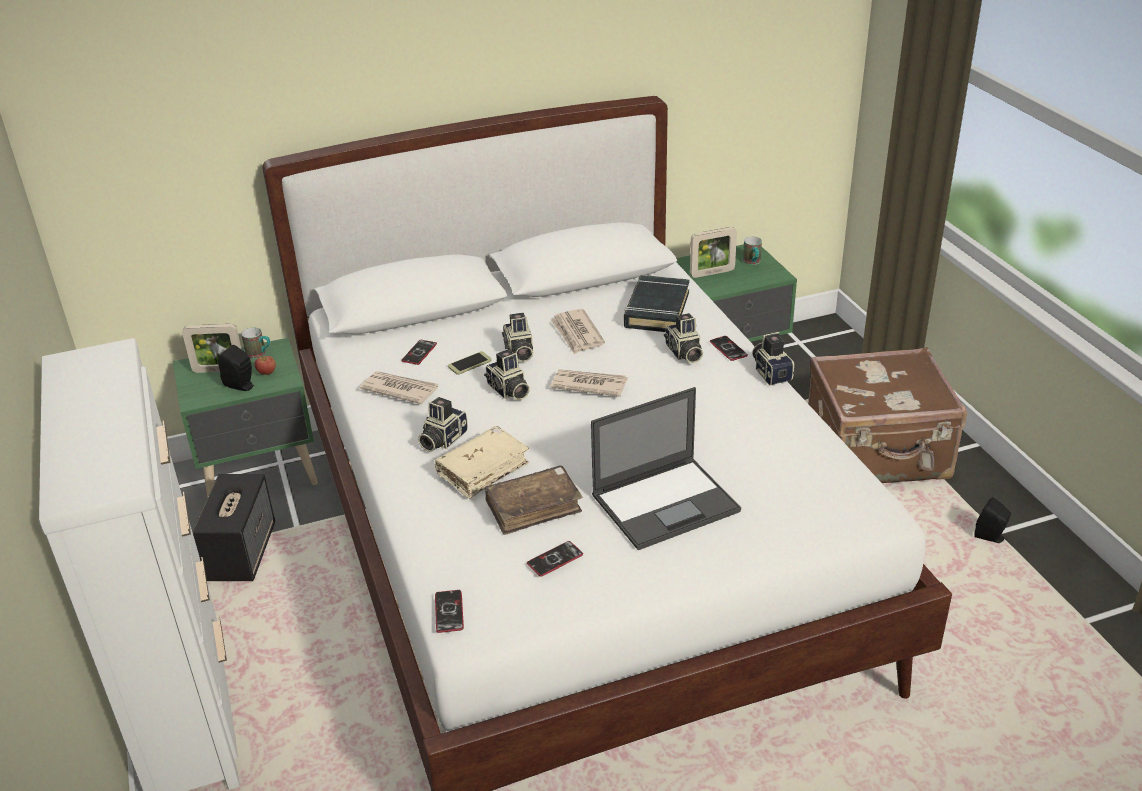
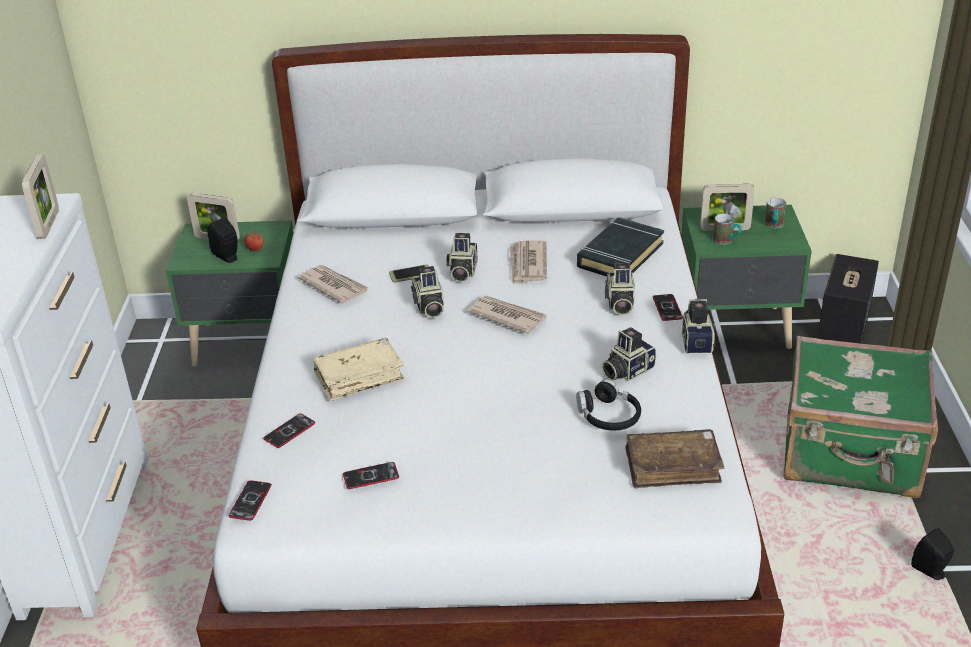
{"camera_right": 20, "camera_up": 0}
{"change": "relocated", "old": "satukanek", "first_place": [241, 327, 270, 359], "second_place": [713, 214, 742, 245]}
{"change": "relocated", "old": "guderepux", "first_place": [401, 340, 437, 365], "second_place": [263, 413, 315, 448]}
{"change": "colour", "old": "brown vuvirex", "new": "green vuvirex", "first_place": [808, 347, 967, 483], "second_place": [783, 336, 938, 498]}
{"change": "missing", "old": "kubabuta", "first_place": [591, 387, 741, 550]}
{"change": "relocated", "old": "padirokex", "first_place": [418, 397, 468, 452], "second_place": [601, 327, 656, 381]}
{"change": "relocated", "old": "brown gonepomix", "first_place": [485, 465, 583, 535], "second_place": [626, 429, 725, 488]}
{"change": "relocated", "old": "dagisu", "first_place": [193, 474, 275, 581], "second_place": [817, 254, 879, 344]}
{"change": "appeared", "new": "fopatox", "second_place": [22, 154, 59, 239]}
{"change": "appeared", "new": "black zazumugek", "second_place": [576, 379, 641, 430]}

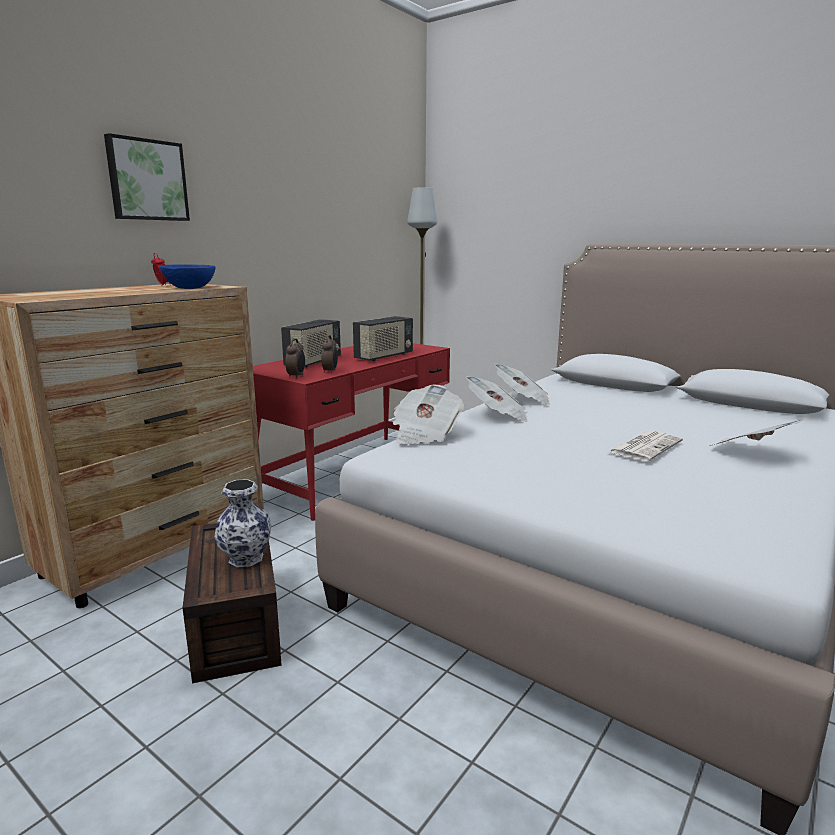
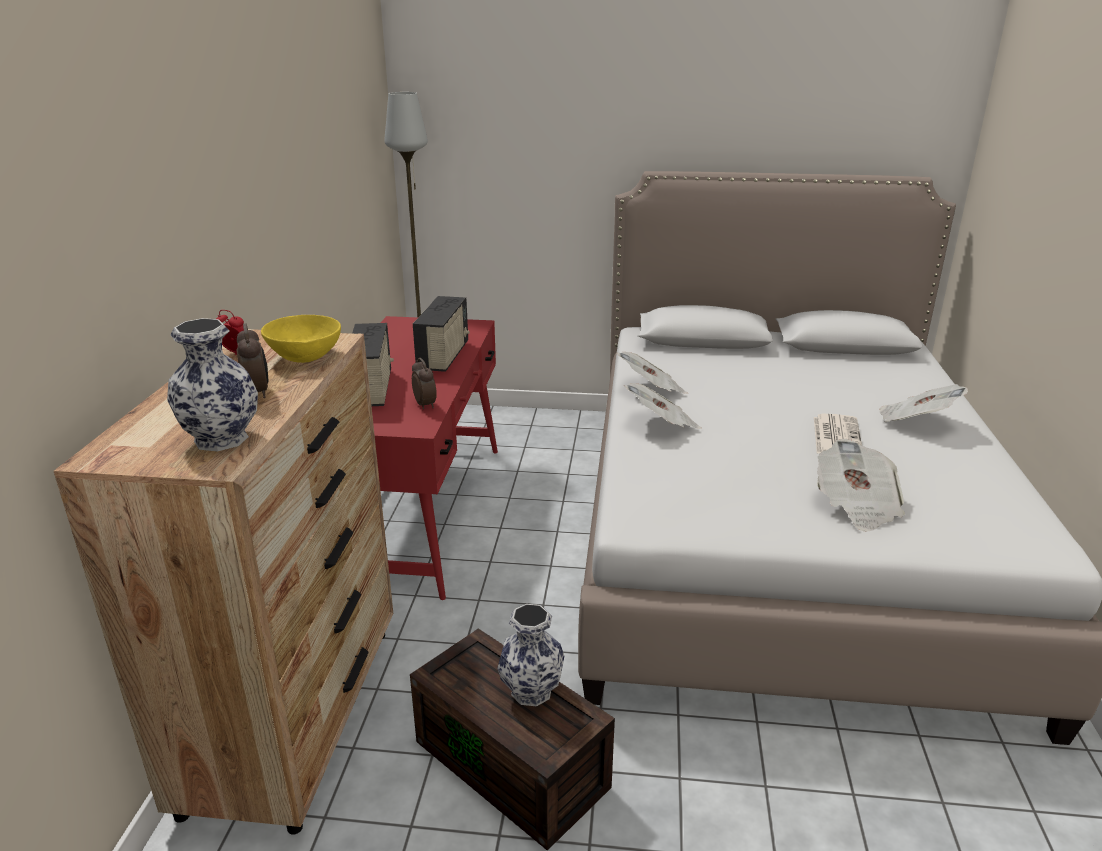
{"camera_right": -30, "camera_up": 10}
{"change": "missing", "old": "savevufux", "first_place": [104, 133, 190, 221]}
{"change": "colour", "old": "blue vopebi", "new": "yellow vopebi", "first_place": [159, 264, 215, 289], "second_place": [261, 315, 341, 363]}
{"change": "relocated", "old": "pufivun", "first_place": [285, 339, 305, 378], "second_place": [236, 324, 269, 398]}
{"change": "relocated", "old": "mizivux", "first_place": [393, 384, 464, 445], "second_place": [817, 439, 905, 532]}
{"change": "appeared", "new": "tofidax", "second_place": [167, 318, 258, 451]}

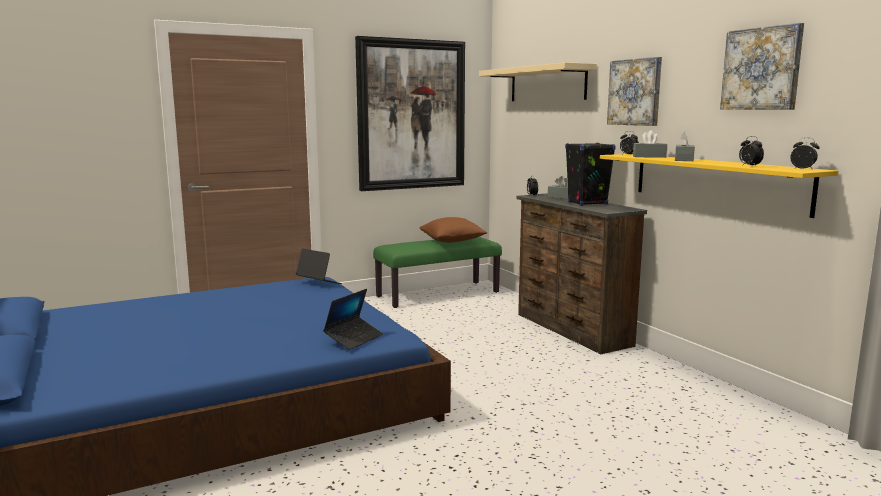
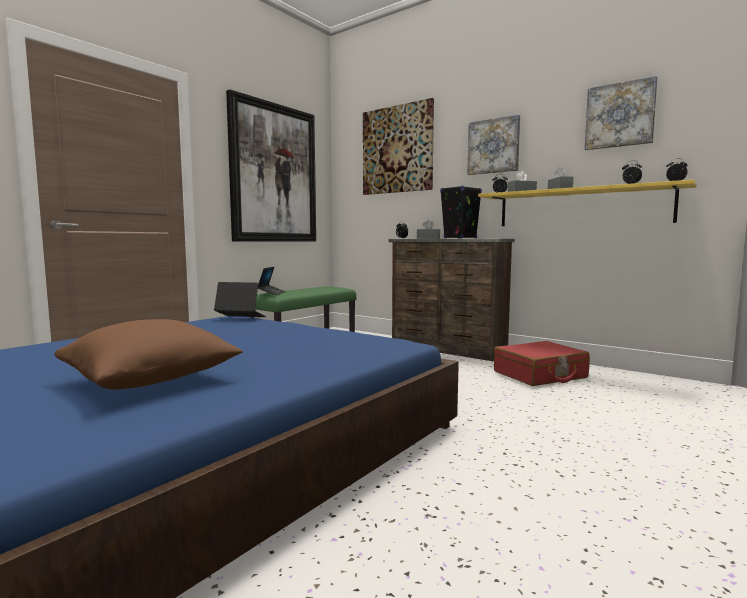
{"camera_right": -25, "camera_up": -5}
{"change": "exchanged", "old": "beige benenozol", "new": "savevufux", "first_place": [479, 62, 597, 101], "second_place": [363, 98, 434, 195]}
{"change": "relocated", "old": "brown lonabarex", "first_place": [419, 217, 487, 243], "second_place": [54, 319, 243, 390]}
{"change": "relocated", "old": "kubabuta", "first_place": [323, 289, 383, 350], "second_place": [258, 267, 286, 295]}
{"change": "appeared", "new": "red vuvirex", "second_place": [494, 341, 590, 386]}

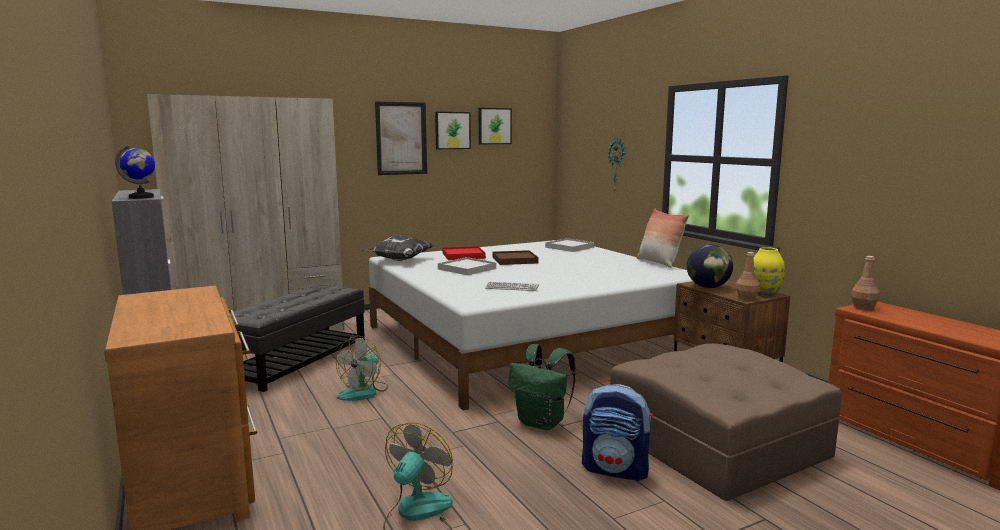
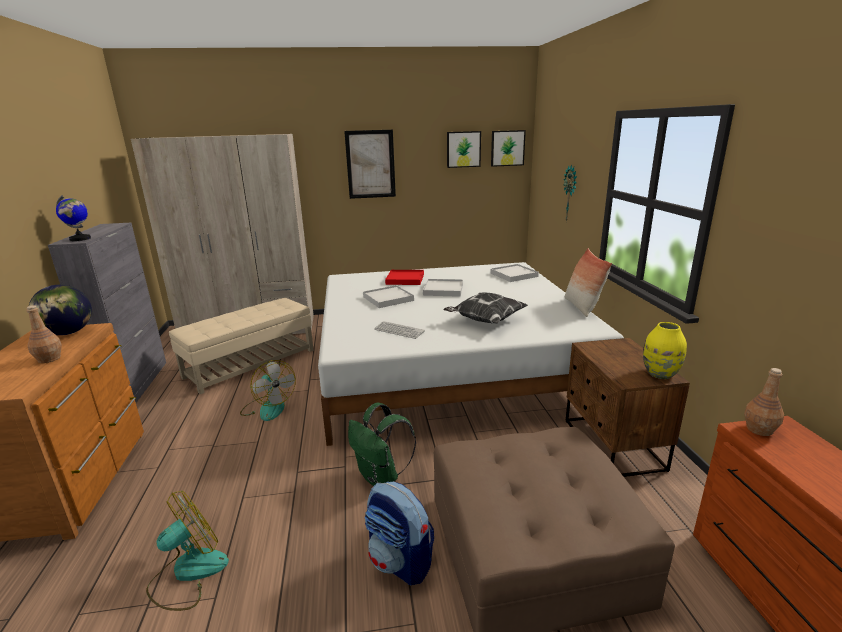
{"camera_right": 20, "camera_up": 10}
{"change": "relocated", "old": "savevufux", "first_place": [435, 112, 471, 149], "second_place": [491, 130, 526, 167]}
{"change": "relocated", "old": "lonabarex", "first_place": [361, 235, 435, 261], "second_place": [443, 292, 528, 324]}
{"change": "relocated", "old": "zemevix", "first_place": [687, 244, 733, 288], "second_place": [29, 285, 92, 335]}
{"change": "colour", "old": "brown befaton", "new": "white befaton", "first_place": [493, 250, 539, 265], "second_place": [423, 279, 463, 297]}
{"change": "relocated", "old": "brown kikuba", "first_place": [736, 252, 760, 301], "second_place": [26, 305, 62, 363]}
{"change": "colour", "old": "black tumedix", "new": "beige tumedix", "first_place": [230, 285, 365, 392], "second_place": [169, 298, 314, 394]}
{"change": "spun", "old": "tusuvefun", "first_place": [336, 336, 388, 401], "second_place": [240, 360, 296, 421], "degrees": -90}

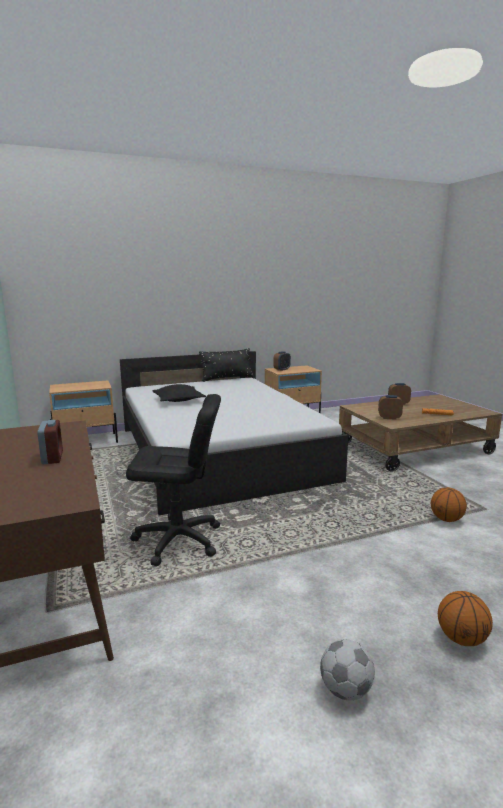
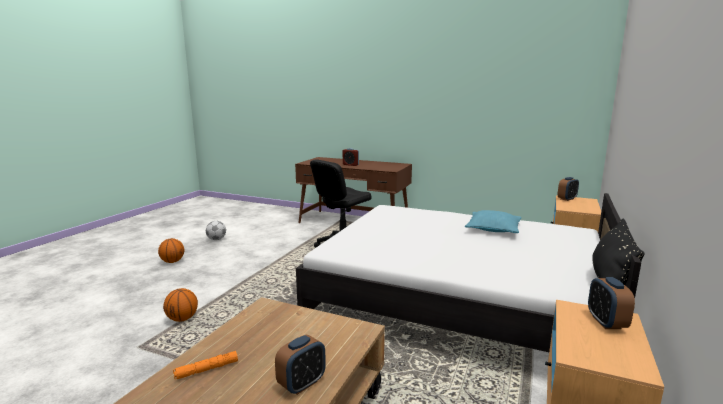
{"camera_right": 135, "camera_up": 0}
{"change": "colour", "old": "black lonabarex", "new": "turquoise lonabarex", "first_place": [152, 384, 206, 402], "second_place": [465, 210, 522, 233]}
{"change": "relocated", "old": "pufivun", "first_place": [378, 395, 403, 420], "second_place": [558, 177, 579, 201]}

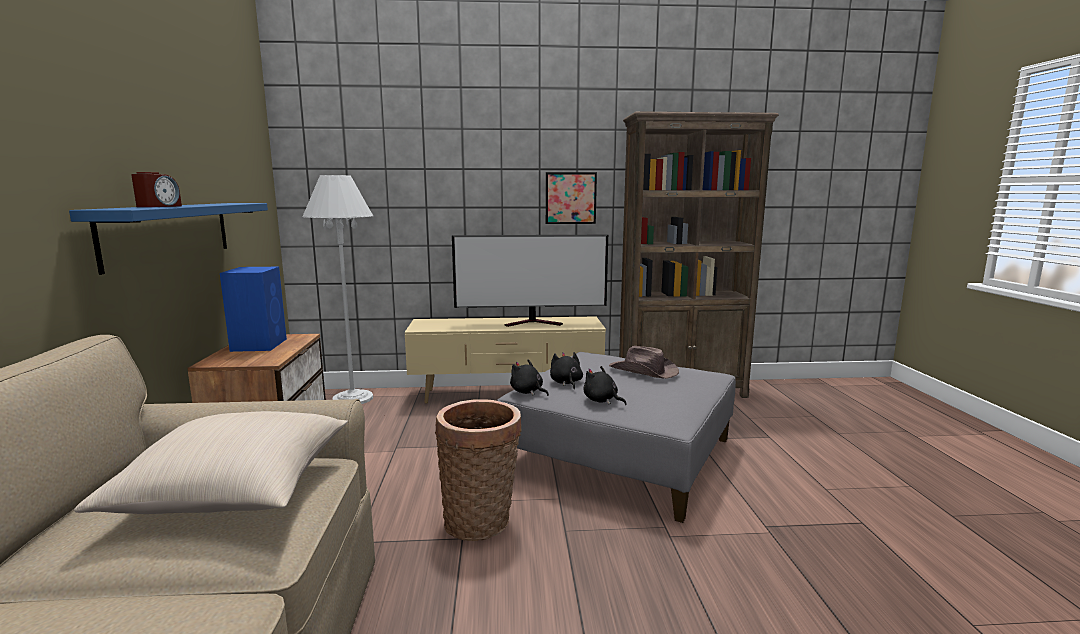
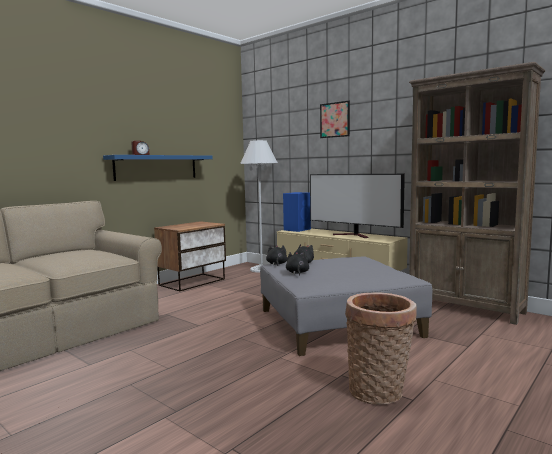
{"camera_right": 45, "camera_up": -5}
{"change": "relocated", "old": "savevufux", "first_place": [546, 172, 597, 224], "second_place": [320, 101, 350, 138]}
{"change": "relocated", "old": "blue dagisu", "first_place": [220, 267, 287, 352], "second_place": [283, 192, 311, 232]}
{"change": "missing", "old": "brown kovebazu", "first_place": [609, 346, 679, 379]}
{"change": "relocated", "old": "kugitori", "first_place": [435, 399, 521, 541], "second_place": [345, 293, 417, 405]}
{"change": "missing", "old": "beige lonabarex", "first_place": [74, 411, 348, 514]}

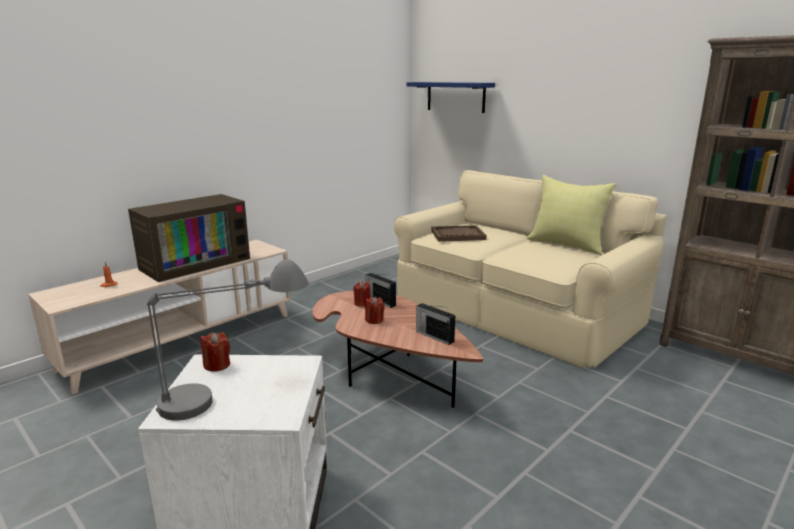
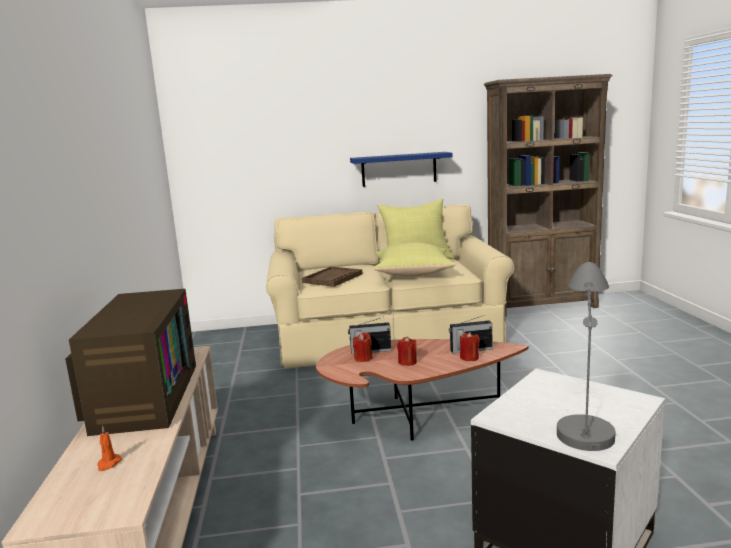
{"camera_right": -50, "camera_up": -5}
{"change": "relocated", "old": "blue benenozol", "first_place": [406, 82, 495, 113], "second_place": [350, 152, 452, 187]}
{"change": "relocated", "old": "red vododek", "first_place": [201, 332, 230, 372], "second_place": [460, 332, 480, 361]}
{"change": "appeared", "new": "yellow lonabarex", "second_place": [374, 242, 456, 277]}

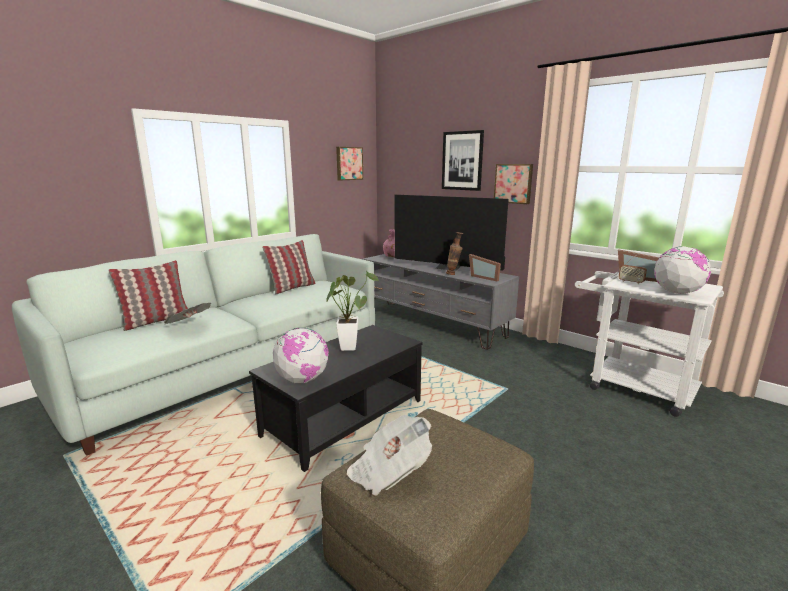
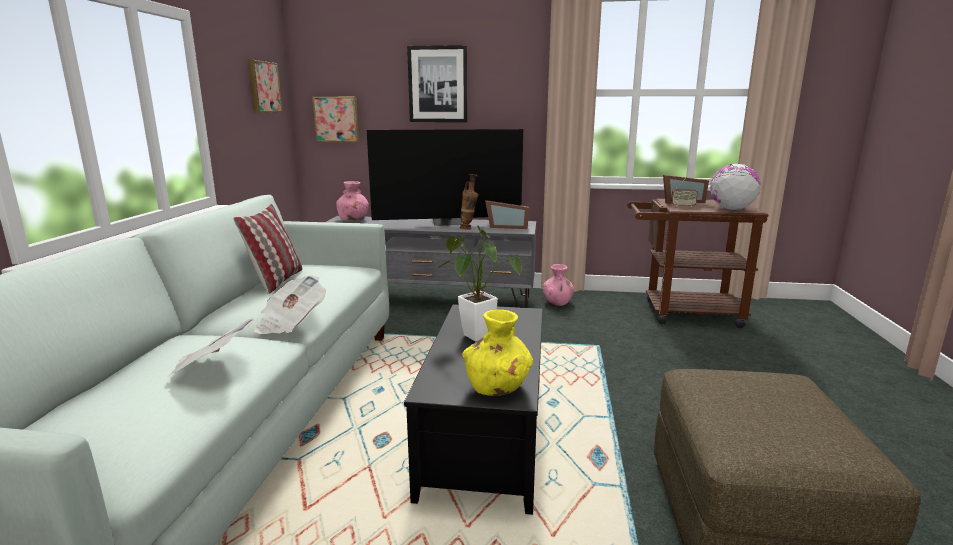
{"camera_right": -35, "camera_up": 0}
{"change": "relocated", "old": "savevufux", "first_place": [494, 164, 533, 204], "second_place": [312, 97, 359, 142]}
{"change": "missing", "old": "lonabarex", "first_place": [108, 260, 188, 331]}
{"change": "colour", "old": "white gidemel", "new": "brown gidemel", "first_place": [575, 271, 724, 417], "second_place": [627, 199, 768, 328]}
{"change": "exchanged", "old": "zemevix", "new": "yellow tofidax", "first_place": [273, 328, 329, 383], "second_place": [462, 310, 533, 396]}
{"change": "relocated", "old": "mizivux", "first_place": [347, 415, 432, 496], "second_place": [254, 276, 326, 334]}
{"change": "appeared", "new": "pink tofidax", "second_place": [543, 264, 574, 306]}

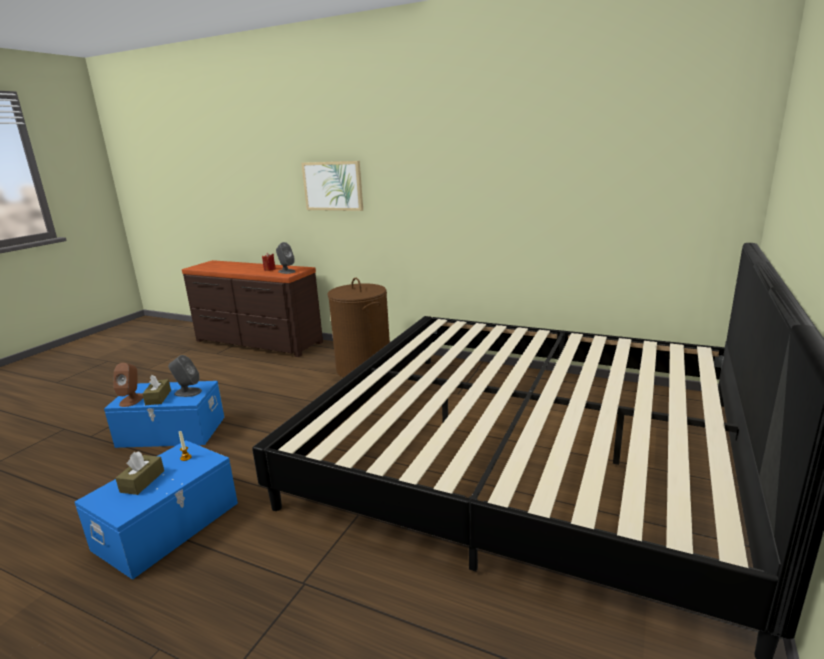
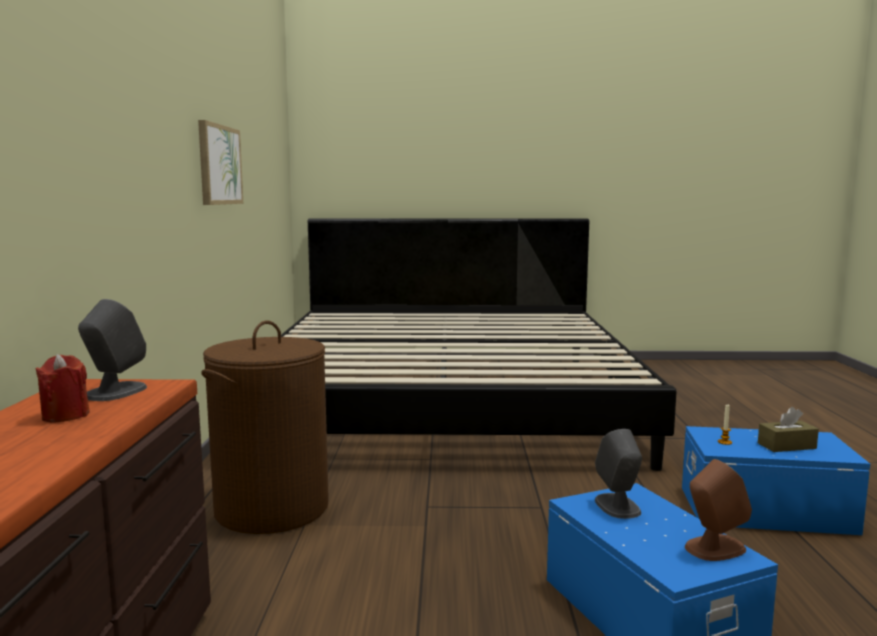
{"camera_right": -115, "camera_up": -10}
{"change": "relocated", "old": "savevufux", "first_place": [302, 161, 363, 211], "second_place": [198, 120, 243, 205]}
{"change": "missing", "old": "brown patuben", "first_place": [142, 375, 171, 405]}

